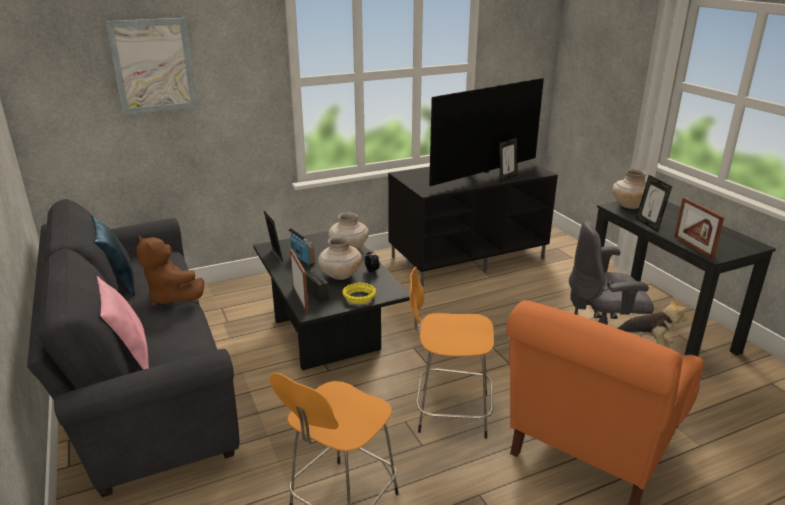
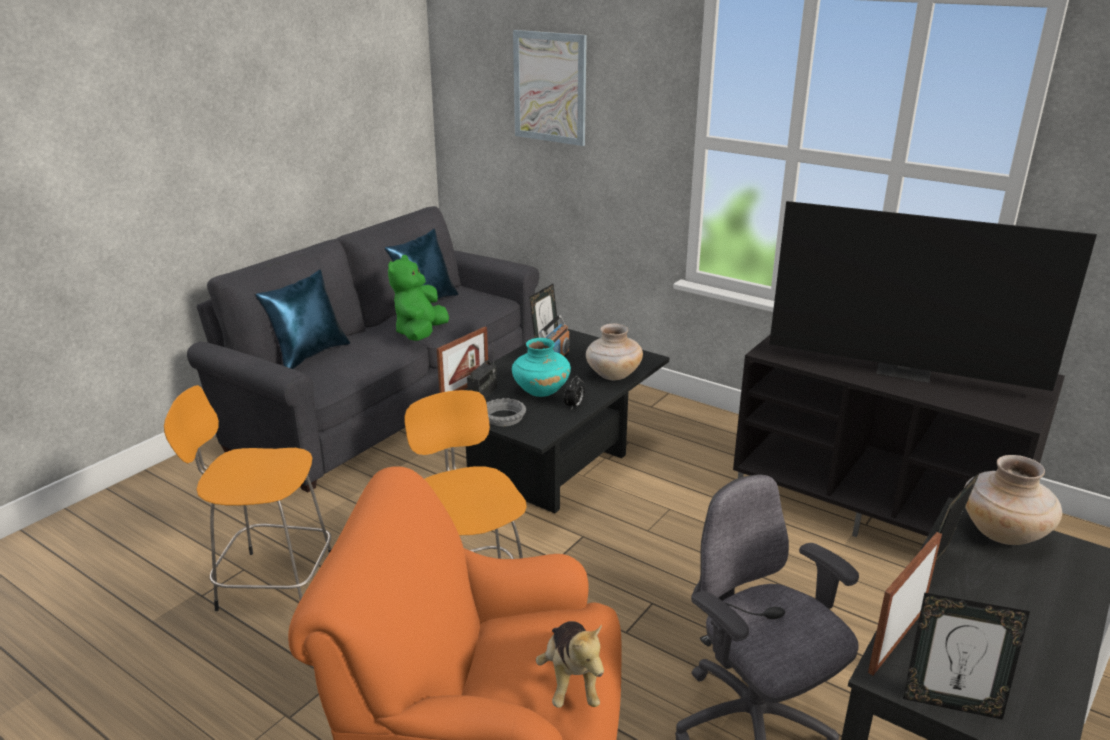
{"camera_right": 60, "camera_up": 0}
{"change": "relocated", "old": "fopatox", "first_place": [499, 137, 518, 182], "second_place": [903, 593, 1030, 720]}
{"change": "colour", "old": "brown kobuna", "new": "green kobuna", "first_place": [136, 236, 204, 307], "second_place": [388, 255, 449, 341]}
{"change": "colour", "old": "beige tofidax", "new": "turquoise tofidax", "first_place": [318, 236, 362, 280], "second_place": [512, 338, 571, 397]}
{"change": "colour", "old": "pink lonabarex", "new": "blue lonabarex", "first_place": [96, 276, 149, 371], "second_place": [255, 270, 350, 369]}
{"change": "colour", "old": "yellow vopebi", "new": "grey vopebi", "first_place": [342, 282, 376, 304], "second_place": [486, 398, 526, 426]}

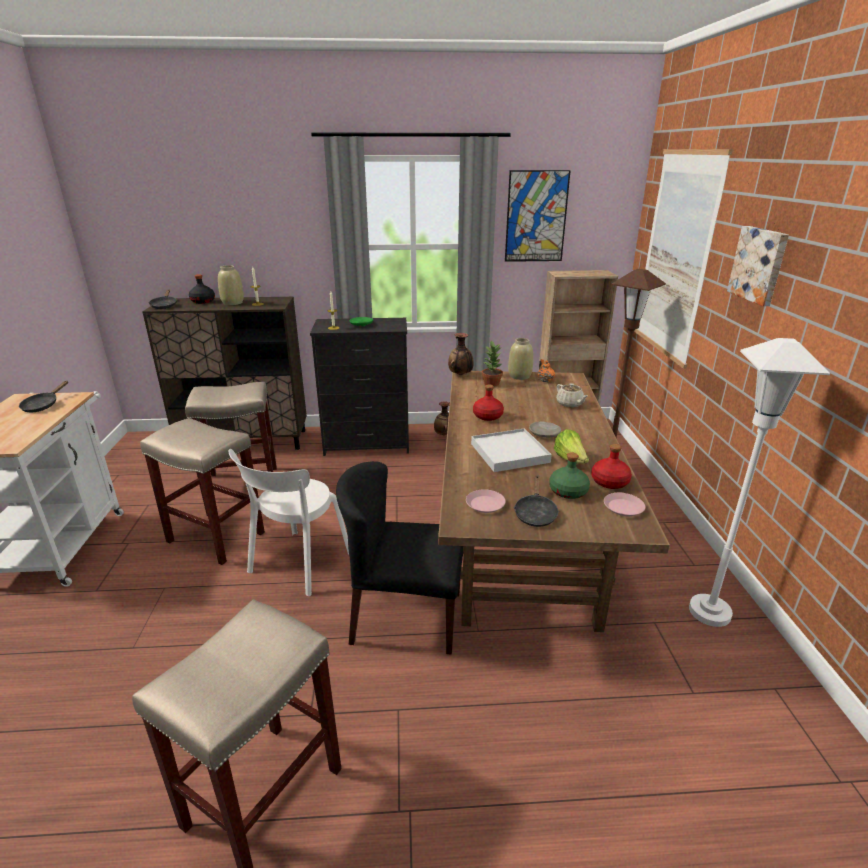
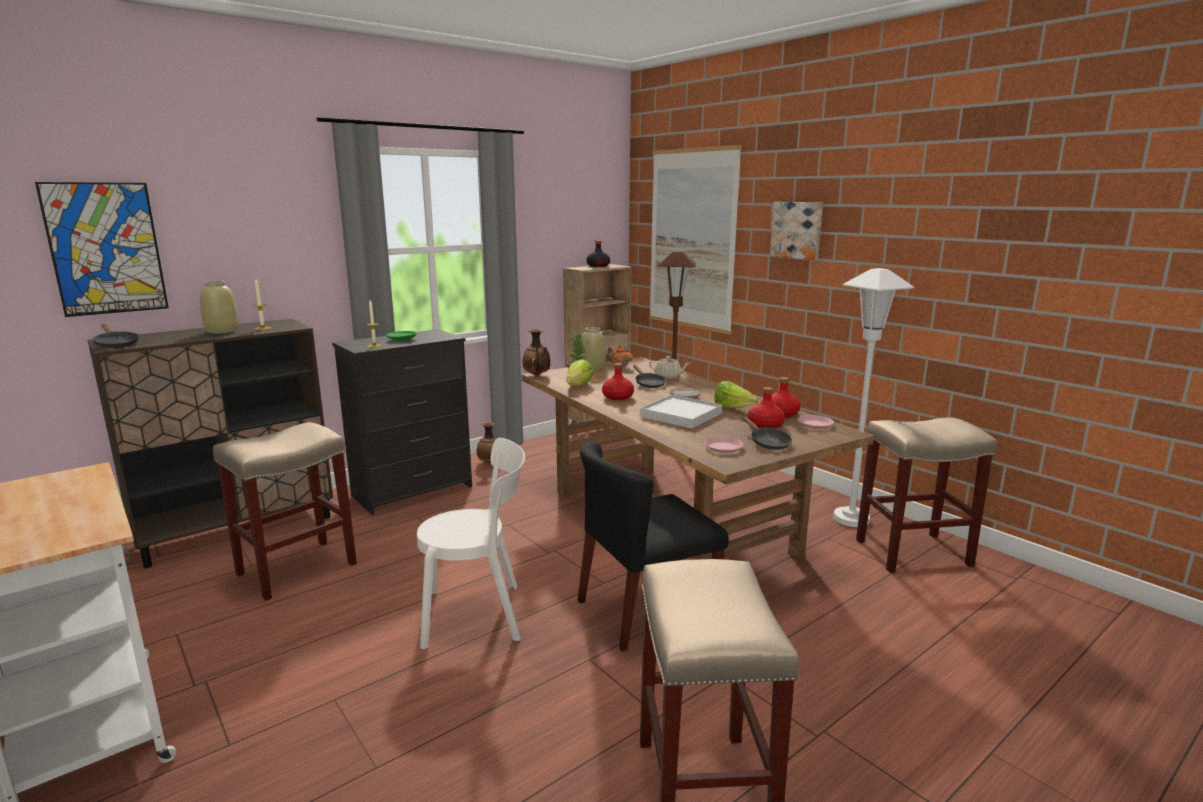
{"camera_right": -35, "camera_up": -10}
{"change": "relocated", "old": "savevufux", "first_place": [505, 170, 571, 262], "second_place": [35, 182, 169, 317]}
{"change": "relocated", "old": "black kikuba", "first_place": [189, 274, 215, 304], "second_place": [587, 240, 610, 267]}
{"change": "relocated", "old": "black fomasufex", "first_place": [19, 381, 68, 412], "second_place": [633, 365, 666, 388]}
{"change": "relocated", "old": "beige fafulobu", "first_place": [140, 418, 265, 565], "second_place": [856, 417, 997, 573]}
{"change": "spun", "old": "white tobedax", "first_place": [229, 449, 349, 596], "second_place": [417, 438, 525, 649], "degrees": -90}
{"change": "colour", "old": "green kikuba", "new": "red kikuba", "first_place": [549, 453, 590, 499], "second_place": [747, 387, 785, 429]}
{"change": "appeared", "new": "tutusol", "second_place": [566, 359, 594, 386]}

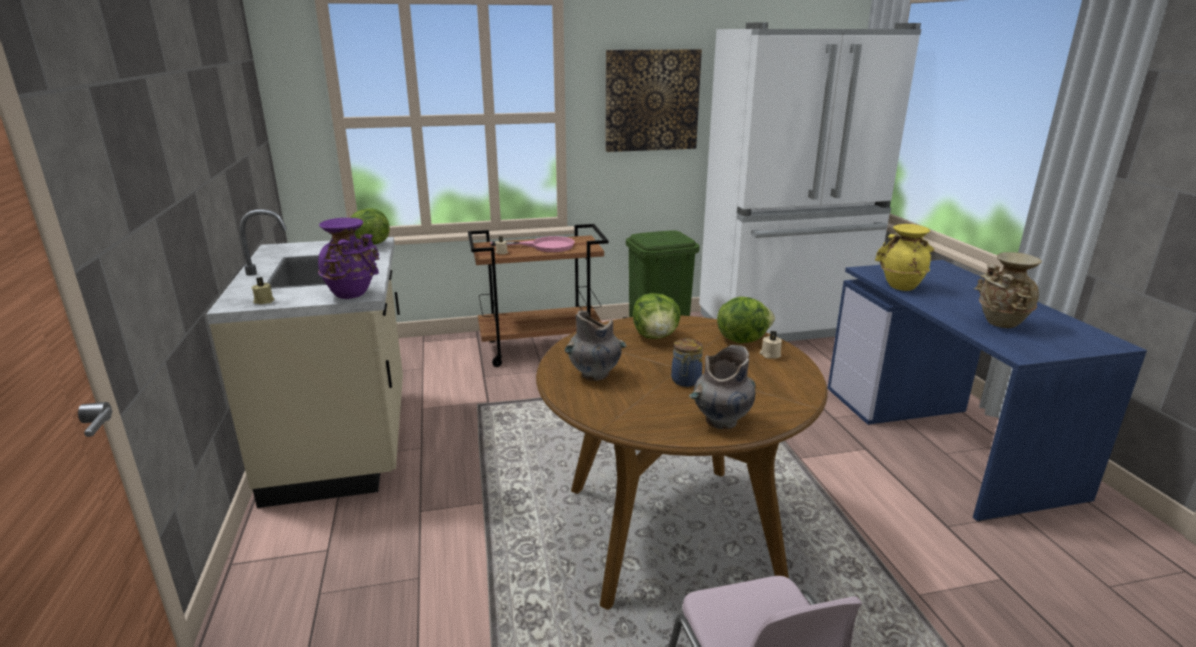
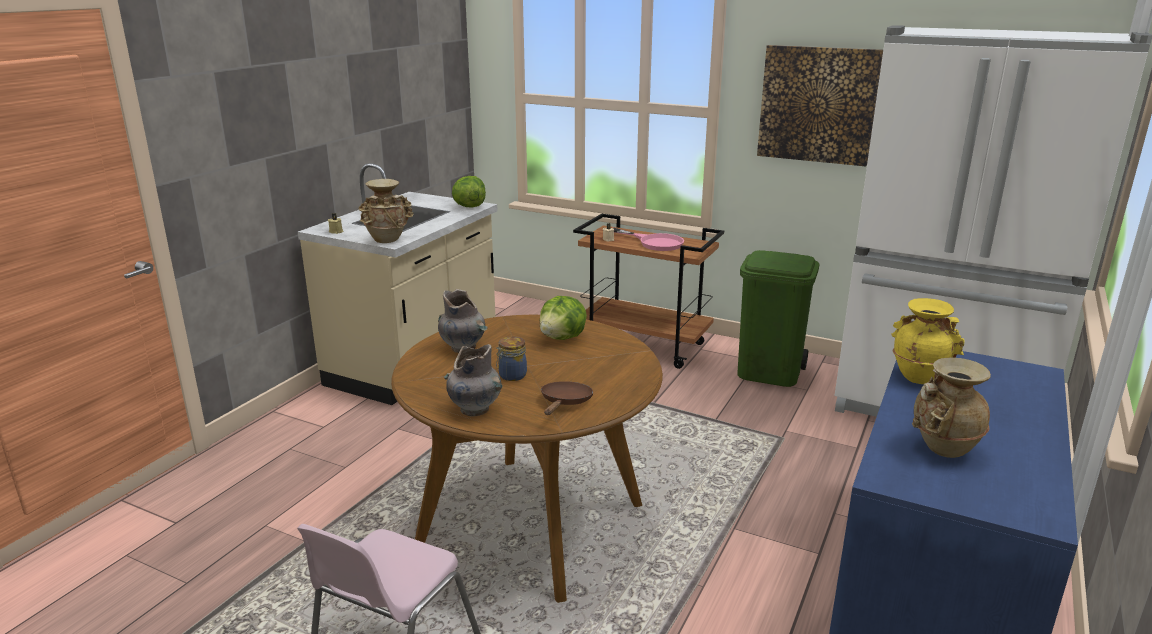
{"camera_right": 40, "camera_up": 0}
{"change": "colour", "old": "purple tofidax", "new": "beige tofidax", "first_place": [318, 218, 380, 299], "second_place": [359, 179, 413, 243]}
{"change": "missing", "old": "tutusol", "first_place": [717, 297, 775, 343]}
{"change": "missing", "old": "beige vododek", "first_place": [759, 331, 782, 359]}
{"change": "appeared", "new": "brown fomasufex", "second_place": [541, 381, 593, 415]}

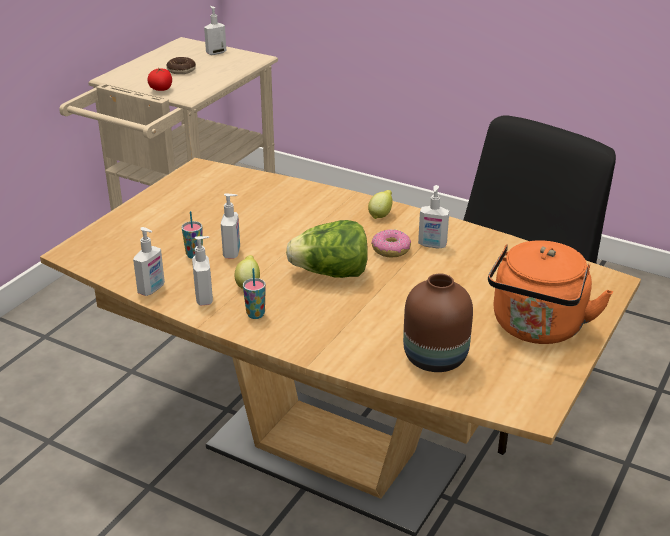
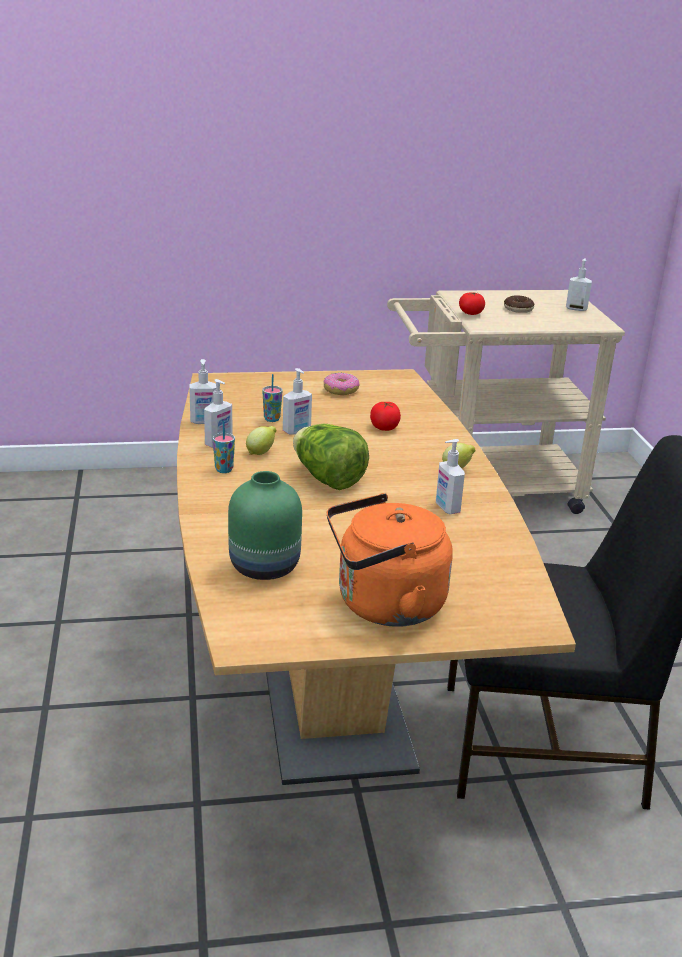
{"camera_right": 50, "camera_up": -5}
{"change": "relocated", "old": "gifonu", "first_place": [371, 229, 411, 257], "second_place": [324, 373, 360, 395]}
{"change": "colour", "old": "brown tofidax", "new": "green tofidax", "first_place": [403, 273, 473, 372], "second_place": [228, 471, 302, 580]}
{"change": "appeared", "new": "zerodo", "second_place": [370, 401, 401, 431]}

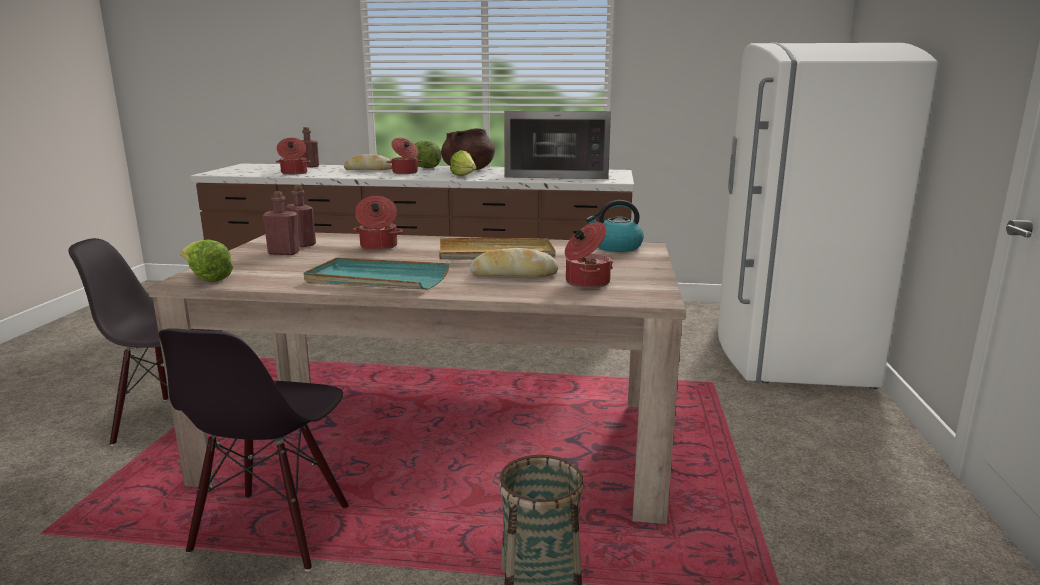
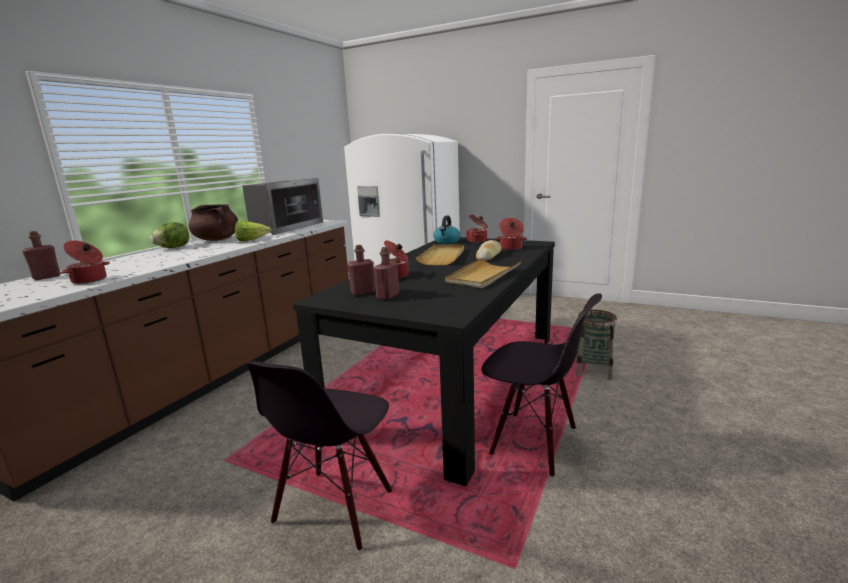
{"camera_right": -70, "camera_up": 0}
{"change": "relocated", "old": "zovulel", "first_place": [387, 138, 423, 174], "second_place": [466, 214, 488, 243]}
{"change": "missing", "old": "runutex", "first_place": [344, 154, 392, 170]}
{"change": "colour", "old": "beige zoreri", "new": "black zoreri", "first_place": [148, 233, 686, 524], "second_place": [293, 237, 555, 486]}
{"change": "missing", "old": "tutusol", "first_place": [180, 239, 233, 282]}
{"change": "colour", "old": "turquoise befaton", "new": "beige befaton", "first_place": [303, 258, 450, 290], "second_place": [445, 258, 521, 289]}

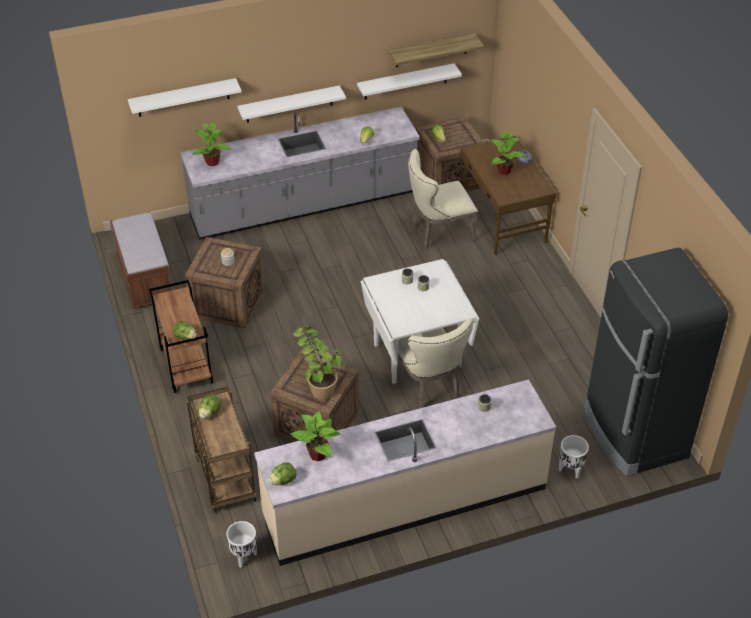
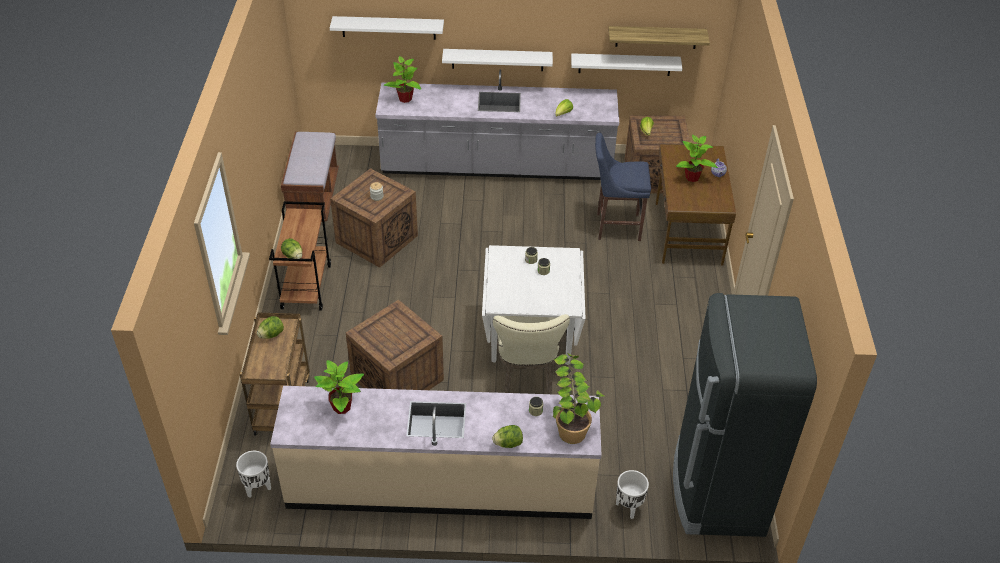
{"camera_right": 20, "camera_up": 0}
{"change": "exchanged", "old": "beige tobedax", "new": "blue fafulobu", "first_place": [408, 149, 478, 250], "second_place": [595, 133, 651, 241]}
{"change": "relocated", "old": "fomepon", "first_place": [293, 326, 342, 400], "second_place": [553, 353, 606, 444]}
{"change": "relocated", "old": "tutusol", "first_place": [269, 462, 297, 485], "second_place": [492, 425, 523, 448]}

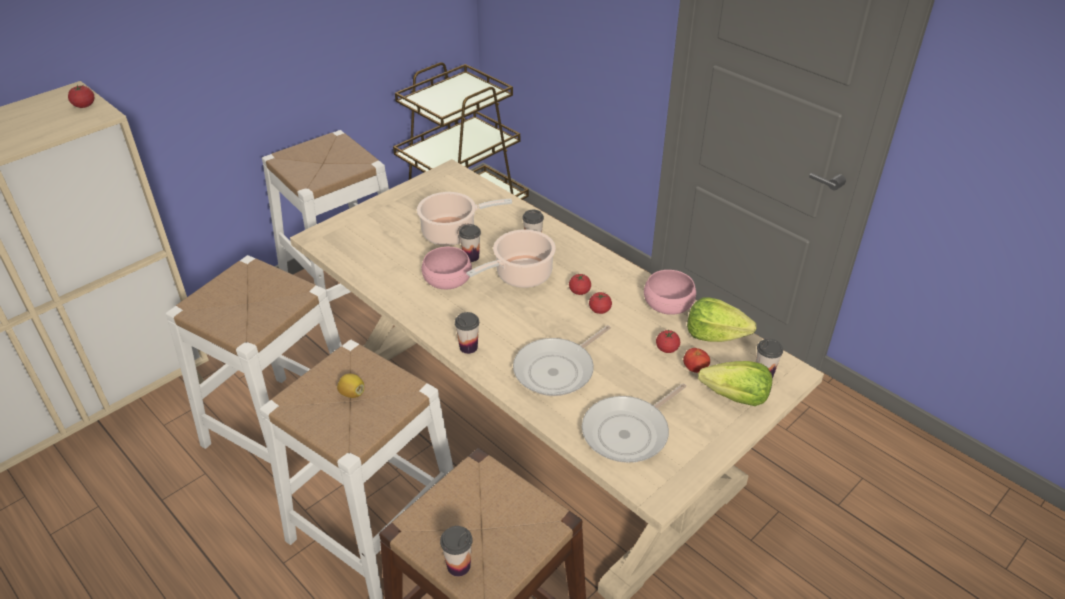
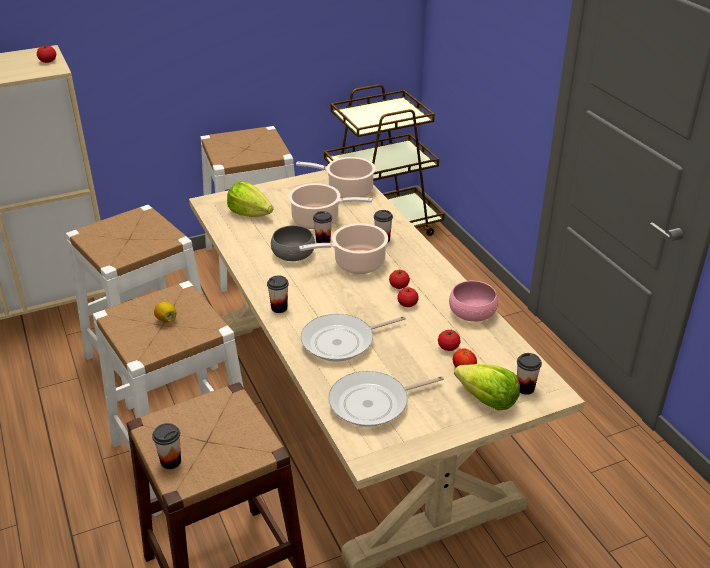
{"camera_right": 20, "camera_up": -5}
{"change": "colour", "old": "pink vopebi", "new": "grey vopebi", "first_place": [422, 247, 472, 289], "second_place": [271, 225, 315, 261]}
{"change": "relocated", "old": "tutusol", "first_place": [687, 297, 756, 342], "second_place": [227, 181, 273, 217]}
{"change": "appeared", "new": "zovulel", "second_place": [296, 157, 376, 199]}

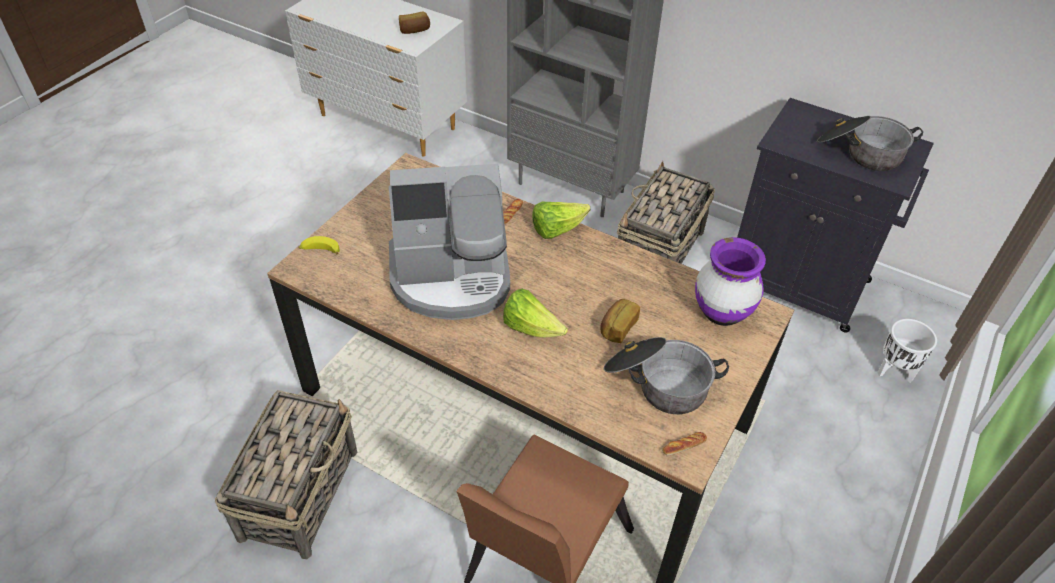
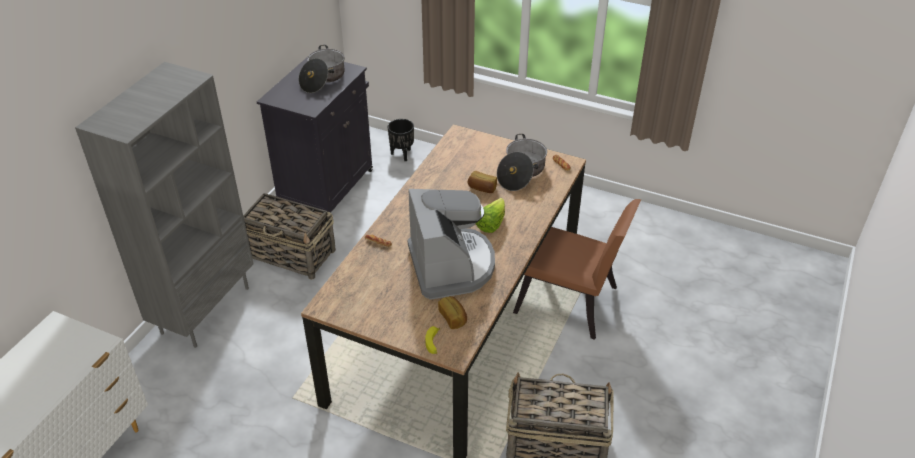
{"camera_right": -95, "camera_up": -5}
{"change": "relocated", "old": "runutex", "first_place": [399, 11, 430, 34], "second_place": [438, 296, 467, 329]}
{"change": "missing", "old": "tutusol", "first_place": [532, 202, 591, 239]}
{"change": "missing", "old": "purple tofidax", "first_place": [695, 237, 766, 326]}
{"change": "colour", "old": "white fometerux", "new": "black fometerux", "first_place": [877, 319, 937, 383], "second_place": [388, 119, 414, 161]}

